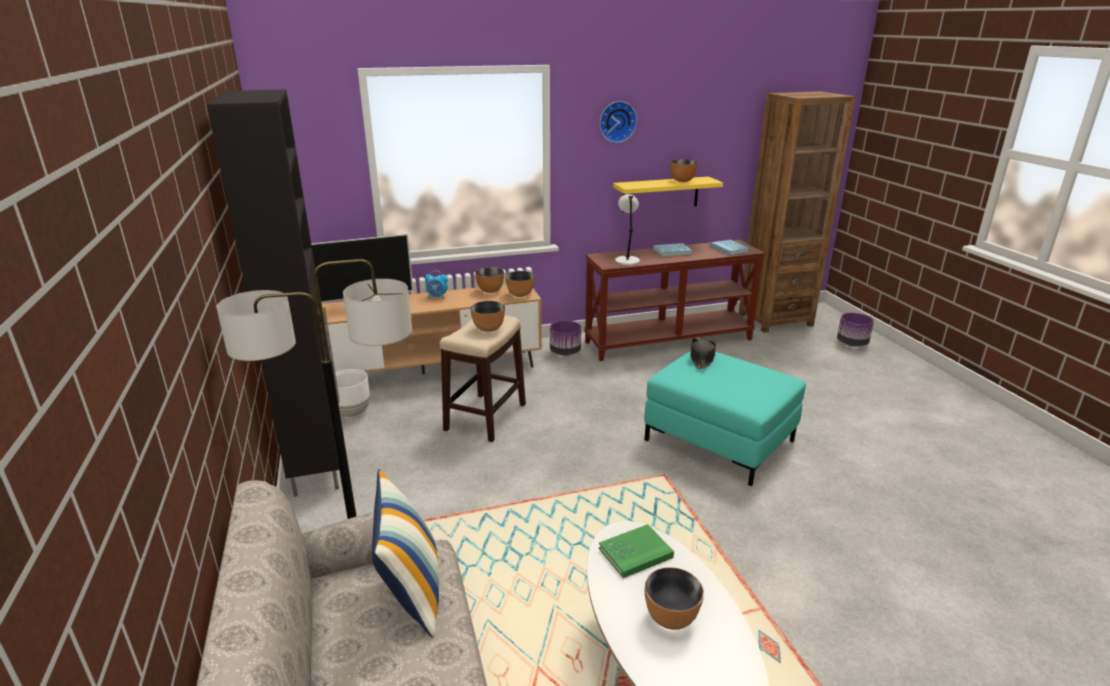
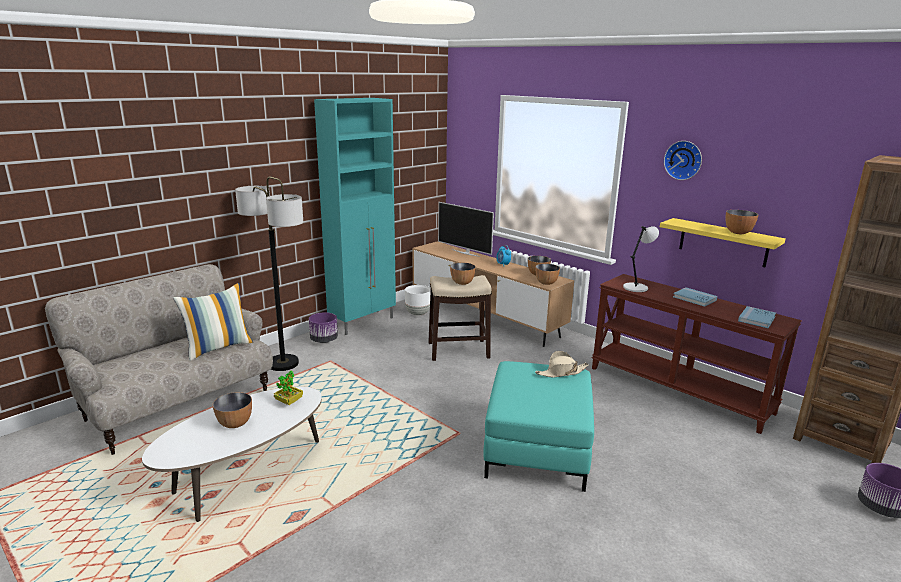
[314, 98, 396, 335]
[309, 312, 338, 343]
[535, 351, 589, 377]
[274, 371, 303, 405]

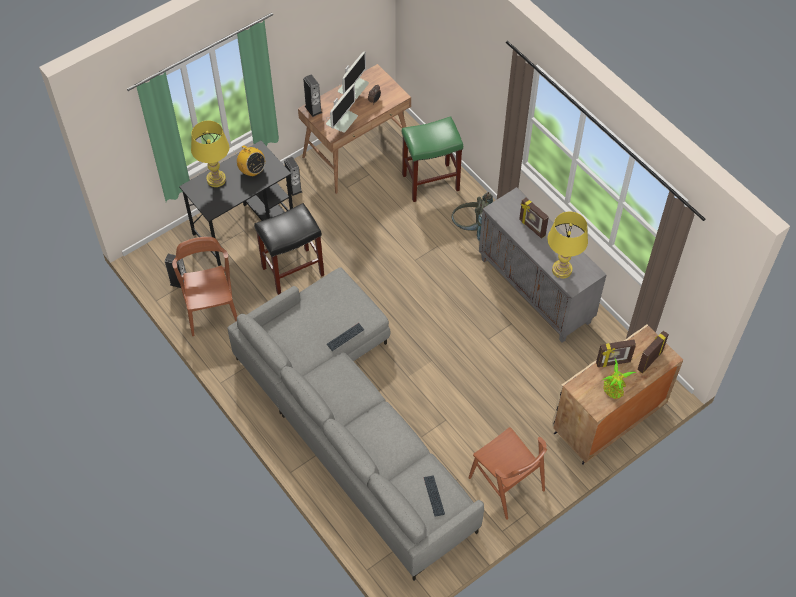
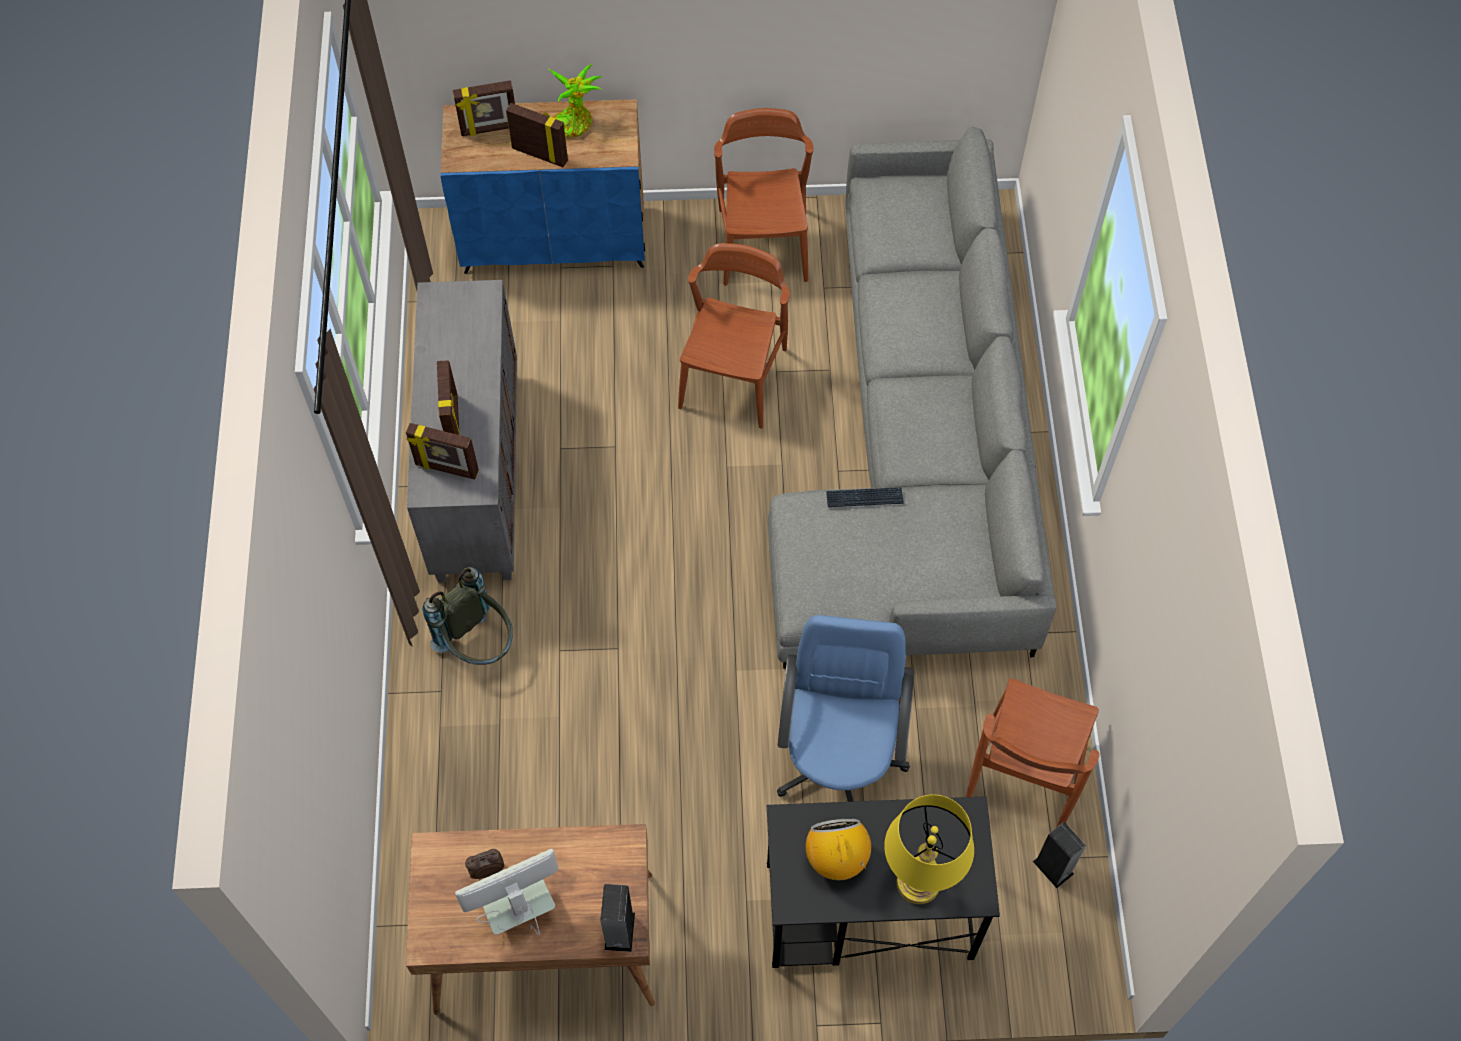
[326, 84, 358, 133] (first image)
[402, 116, 463, 202] (first image)
[284, 157, 302, 196] (first image)
[777, 615, 914, 802]
[547, 212, 588, 278] (first image)
[440, 99, 645, 274]
[423, 475, 445, 517] (first image)
[678, 243, 790, 429]
[406, 423, 479, 479]

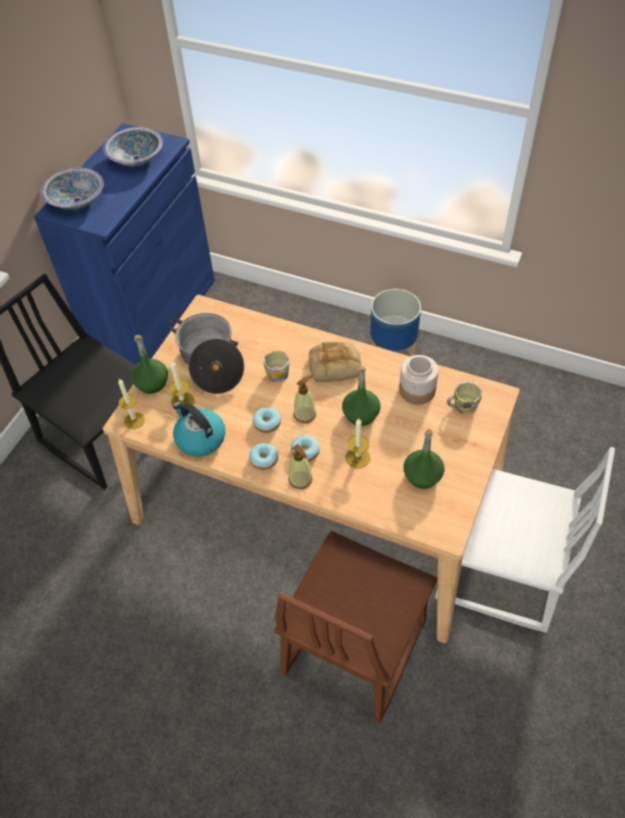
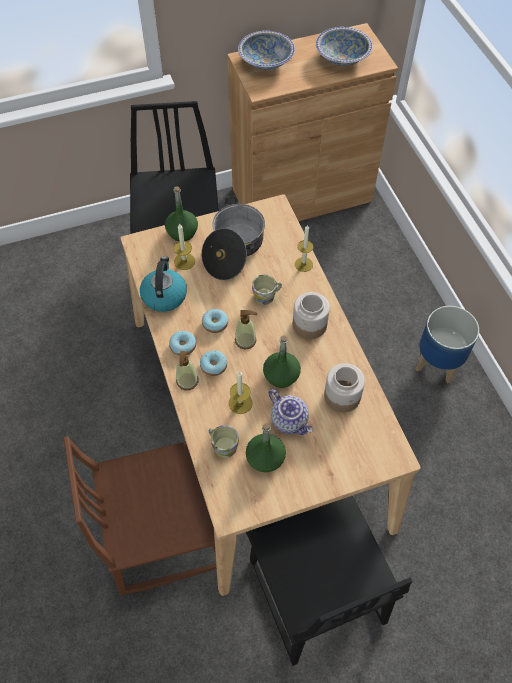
[227, 23, 398, 221]
[293, 292, 330, 339]
[295, 224, 313, 272]
[209, 425, 239, 458]
[246, 496, 412, 666]
[269, 389, 313, 435]

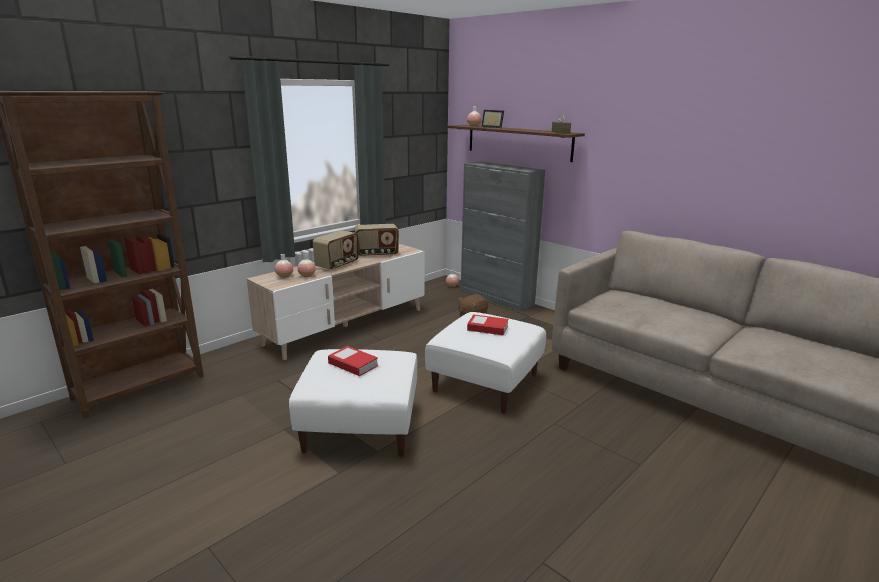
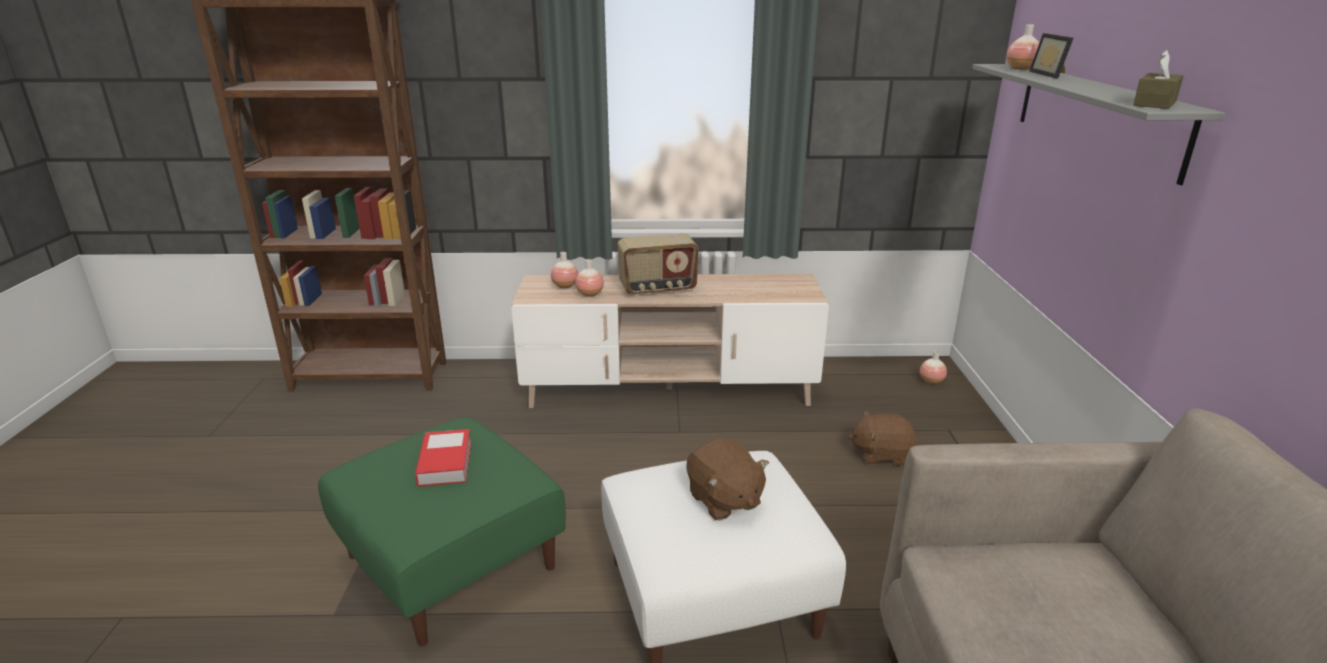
[972, 64, 1226, 185]
[461, 162, 545, 311] (first image)
[354, 224, 399, 257] (first image)
[687, 439, 769, 520]
[318, 417, 566, 646]

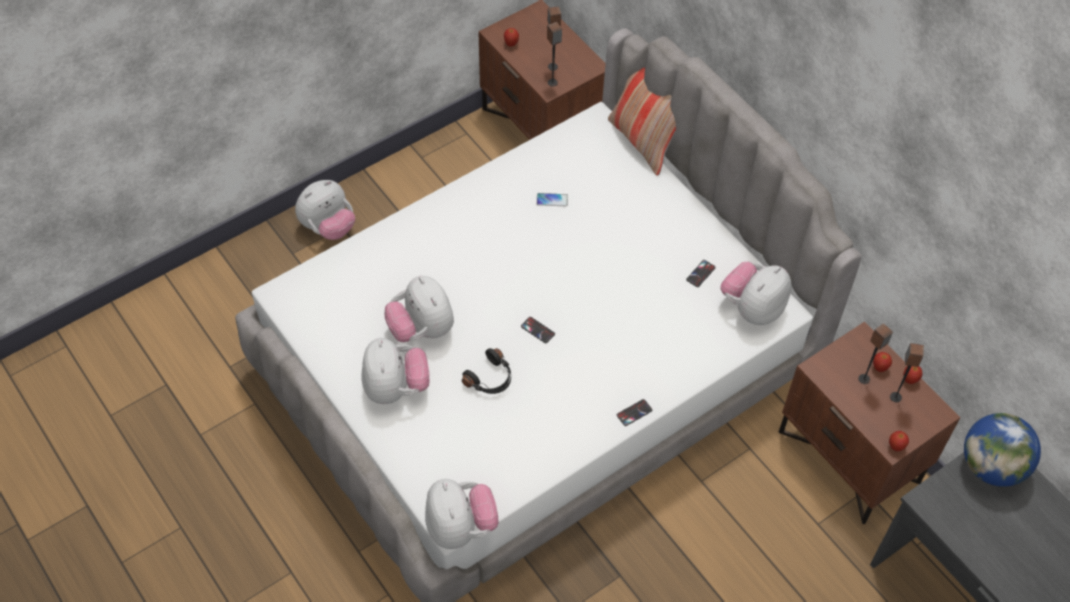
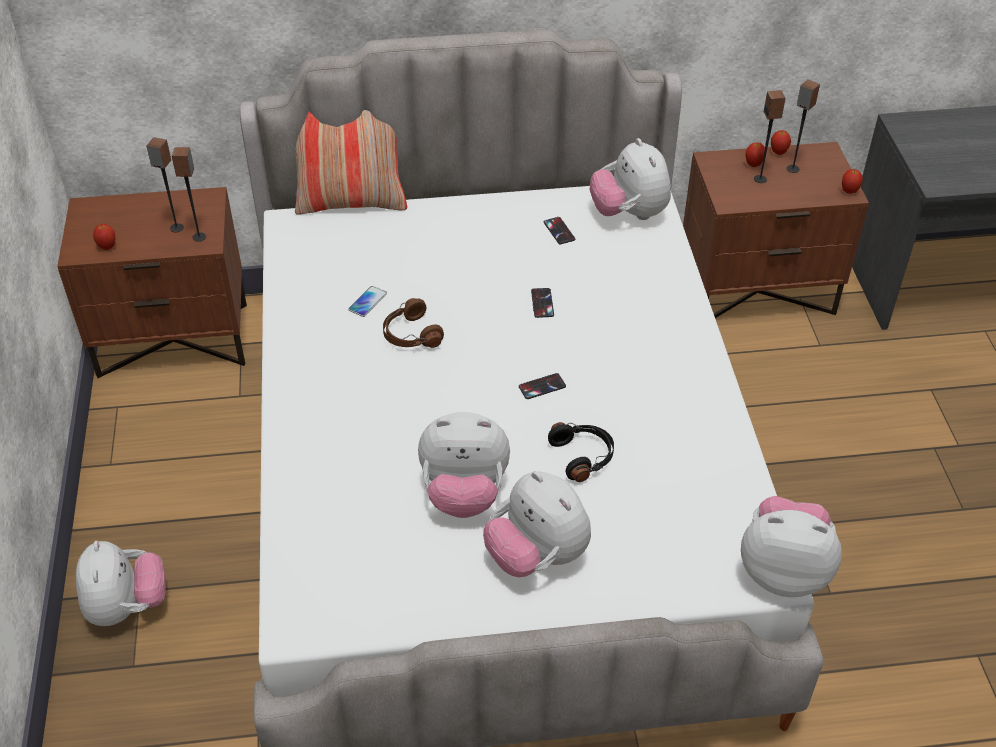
[483, 471, 591, 577]
[531, 288, 554, 318]
[964, 413, 1041, 487] (first image)
[383, 298, 444, 348]

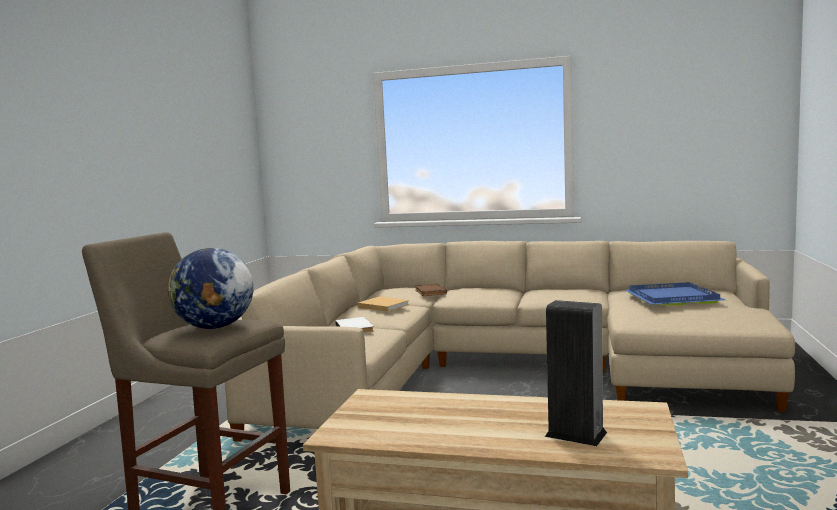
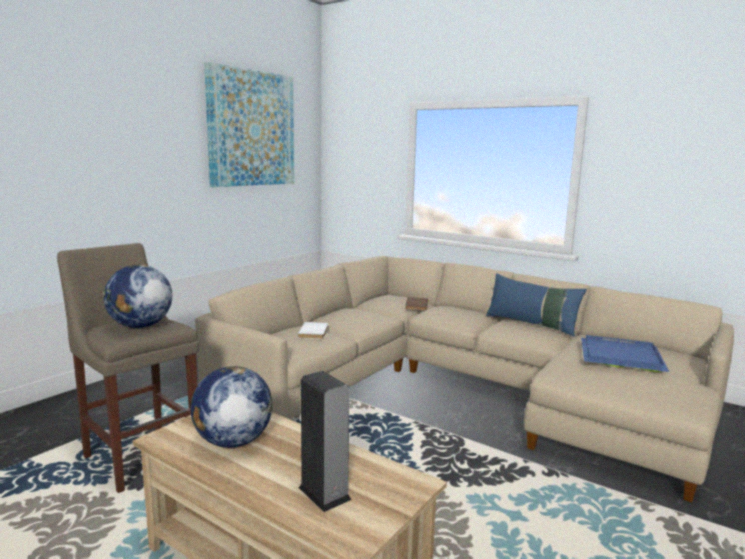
[358, 296, 409, 312] (first image)
[204, 62, 294, 187]
[486, 273, 587, 336]
[190, 366, 273, 448]

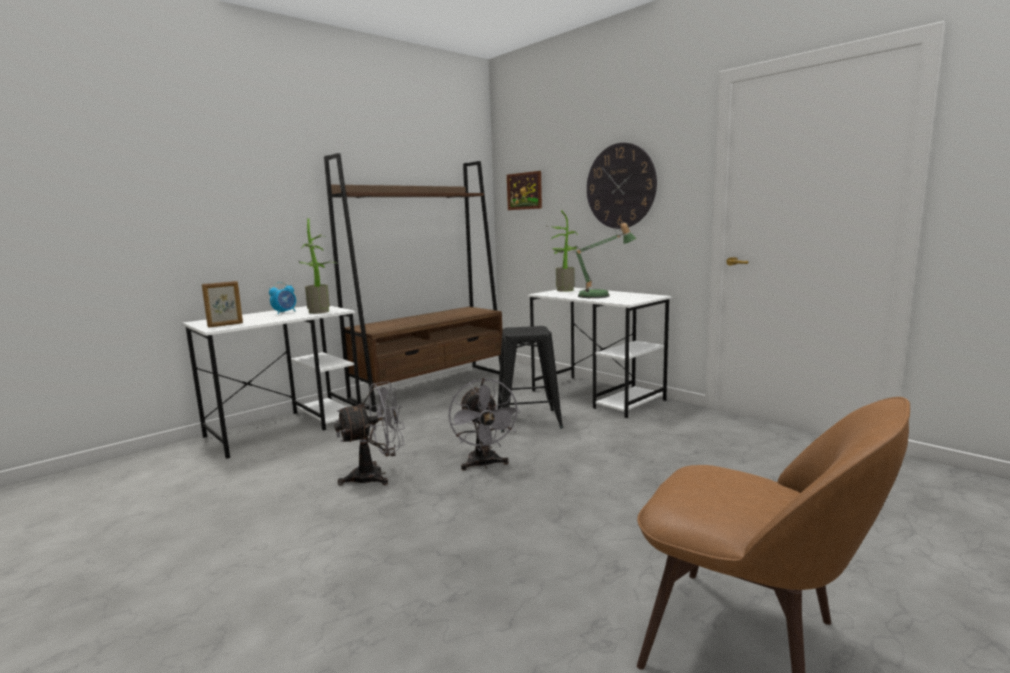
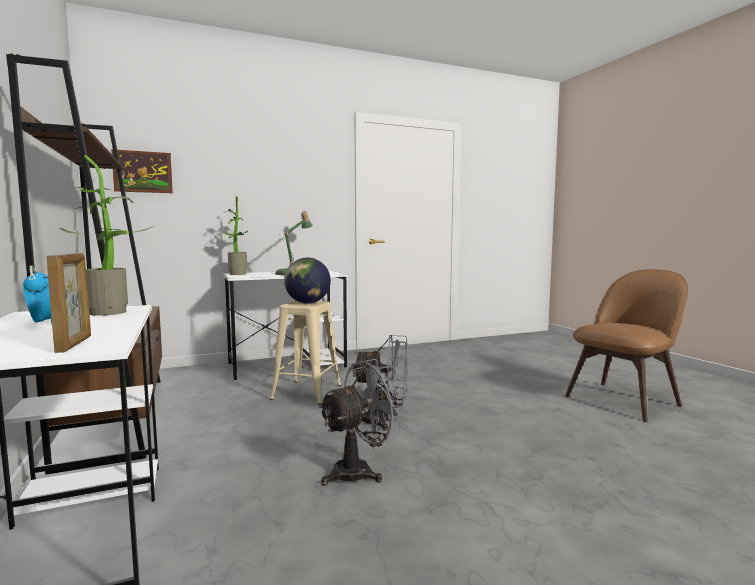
[587, 143, 657, 229] (first image)
[270, 301, 342, 405]
[319, 359, 407, 486]
[284, 258, 331, 304]

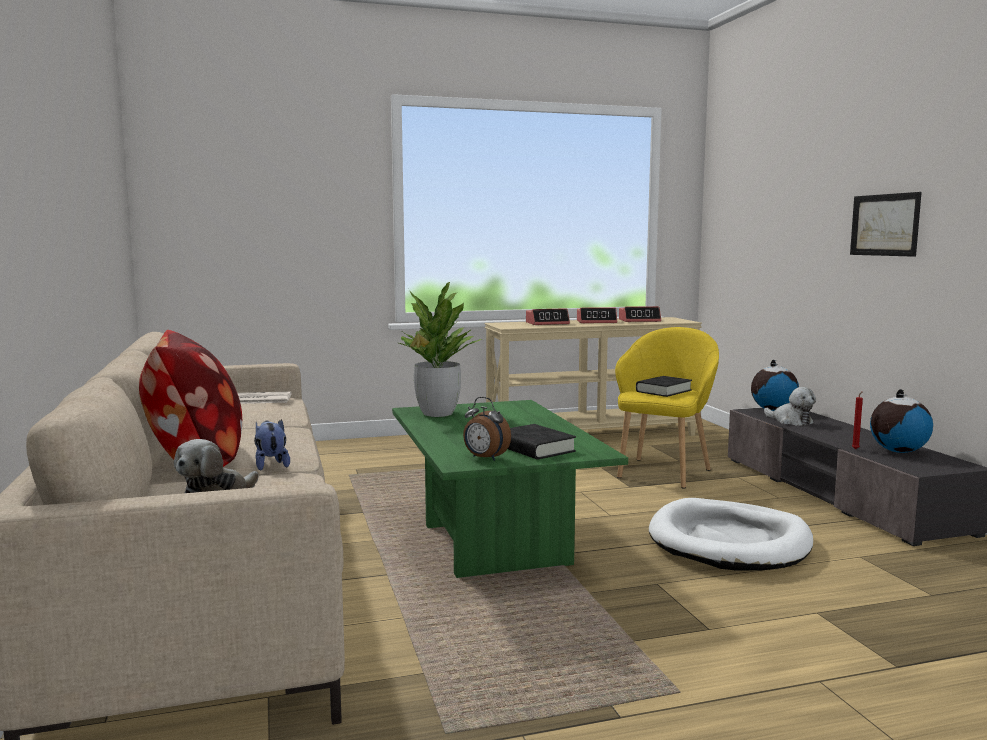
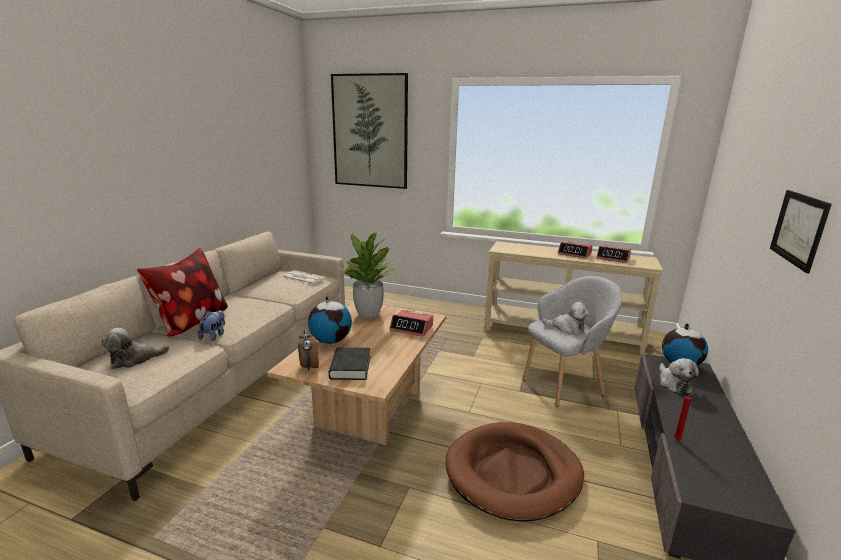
[390, 310, 433, 337]
[523, 276, 622, 407]
[542, 302, 590, 334]
[308, 296, 352, 344]
[267, 304, 446, 445]
[445, 422, 584, 522]
[331, 73, 408, 189]

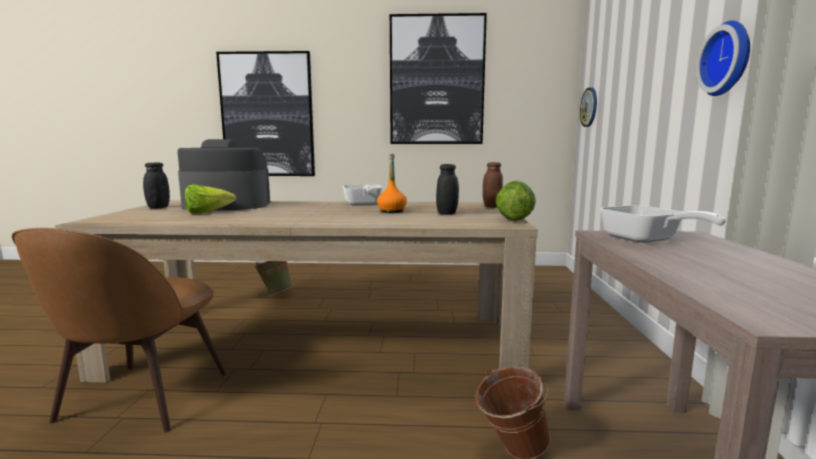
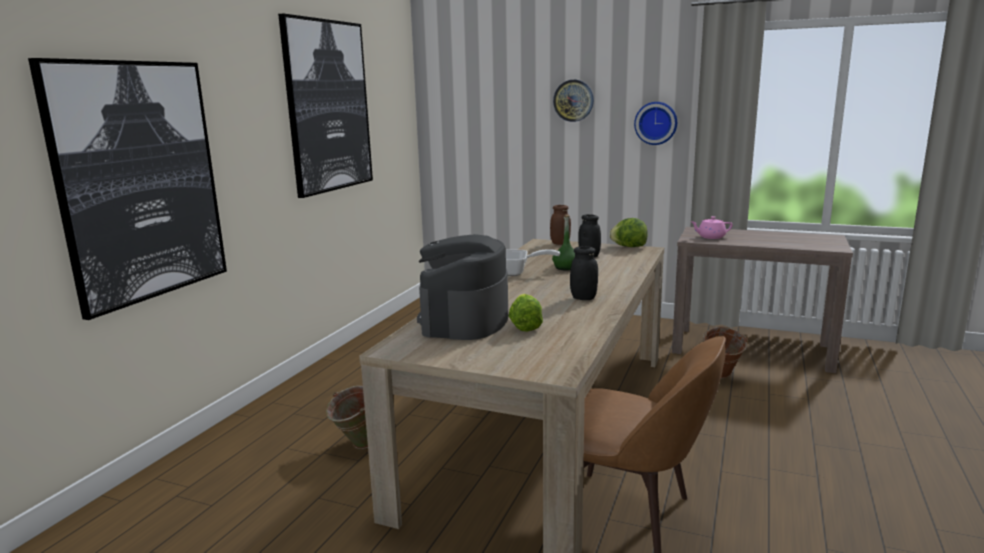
[553, 80, 594, 122]
[552, 215, 575, 271]
[570, 246, 598, 300]
[691, 216, 733, 239]

